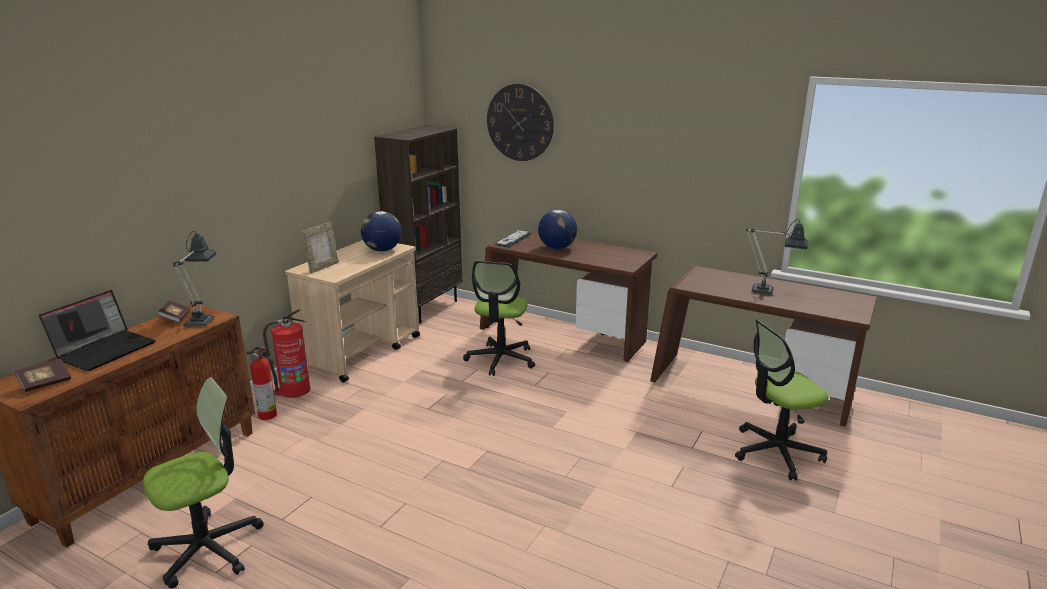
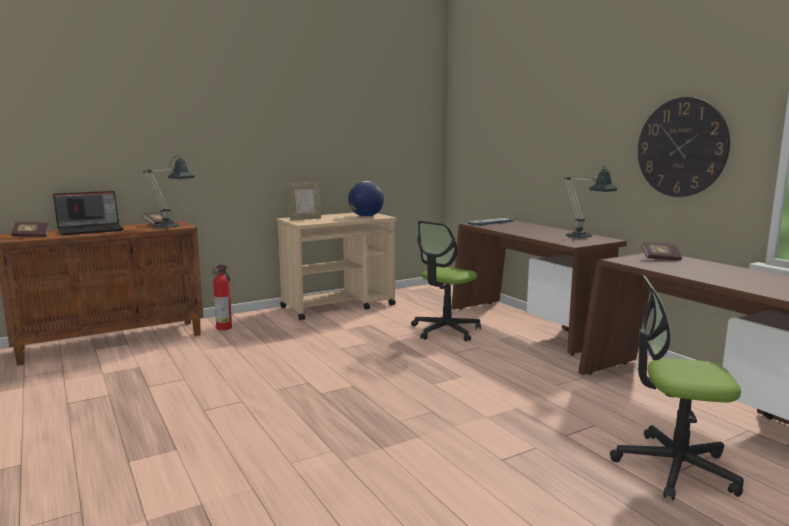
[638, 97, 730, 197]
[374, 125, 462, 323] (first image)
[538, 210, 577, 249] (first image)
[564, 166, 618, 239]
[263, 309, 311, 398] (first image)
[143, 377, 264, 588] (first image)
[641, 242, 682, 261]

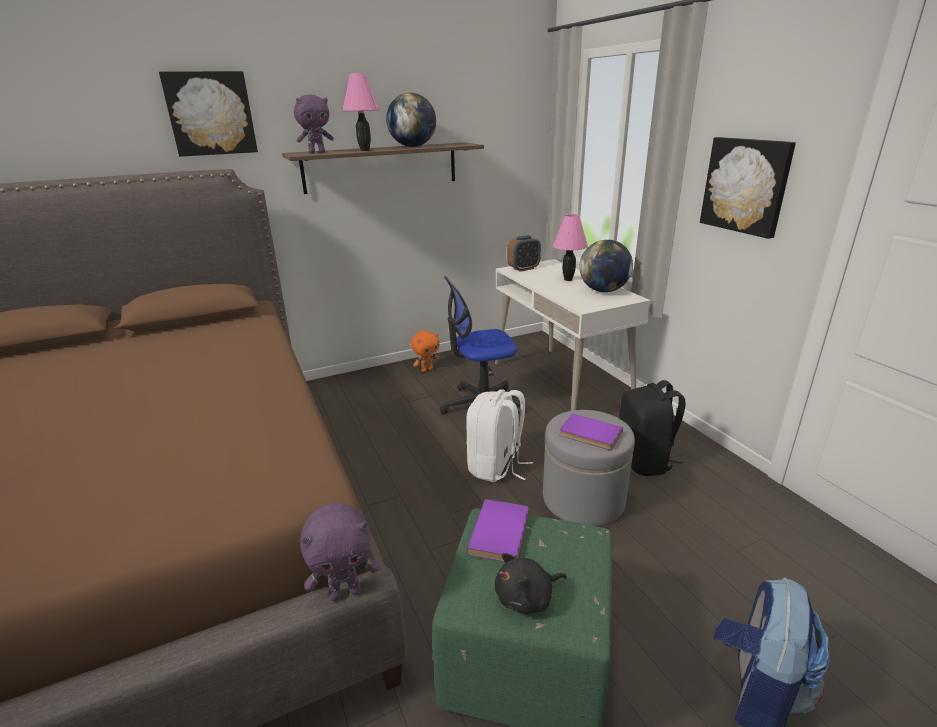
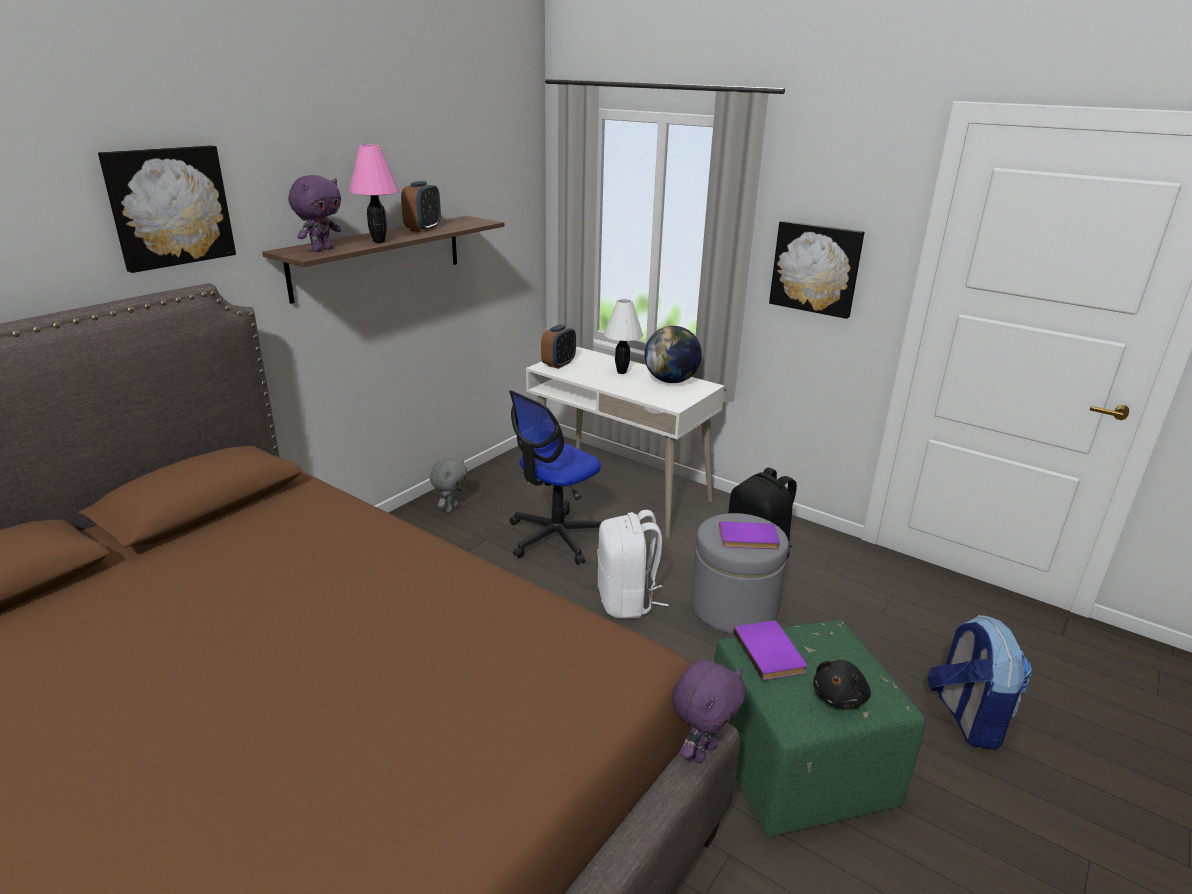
[401, 181, 441, 232]
[604, 299, 643, 374]
[430, 458, 467, 512]

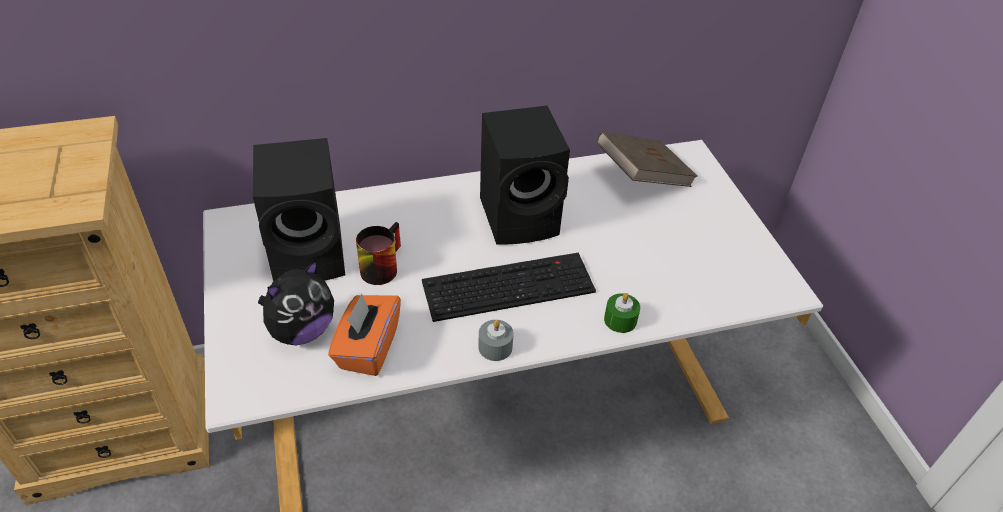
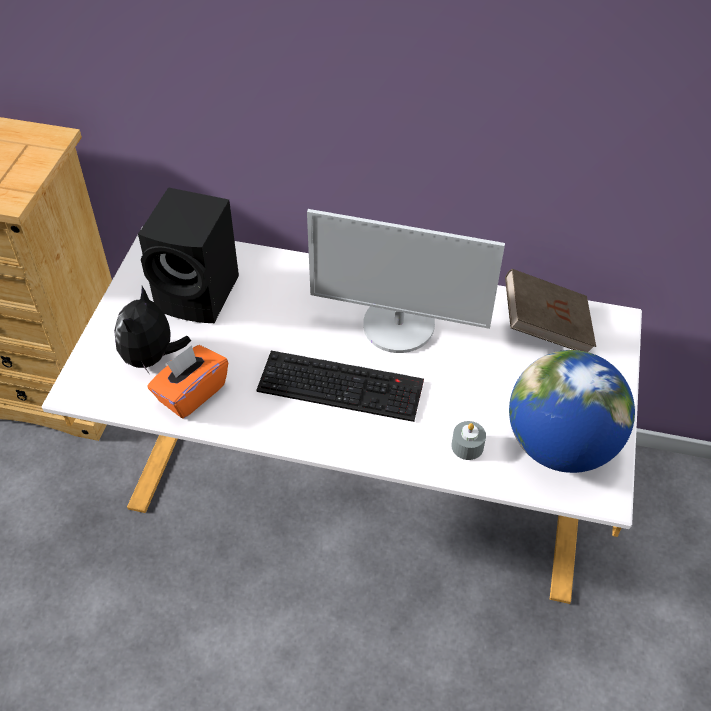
[307, 209, 505, 353]
[356, 222, 401, 285] (first image)
[114, 286, 191, 373]
[604, 293, 640, 333] (first image)
[452, 421, 486, 460]
[509, 350, 635, 473]

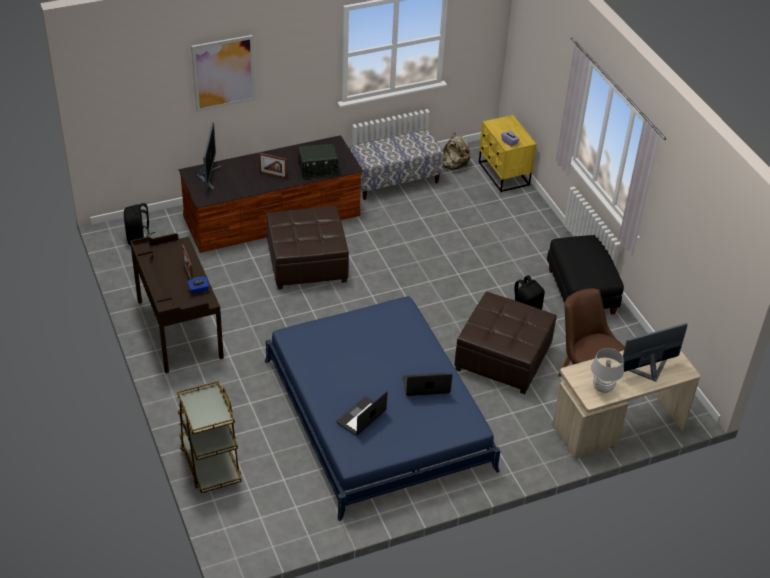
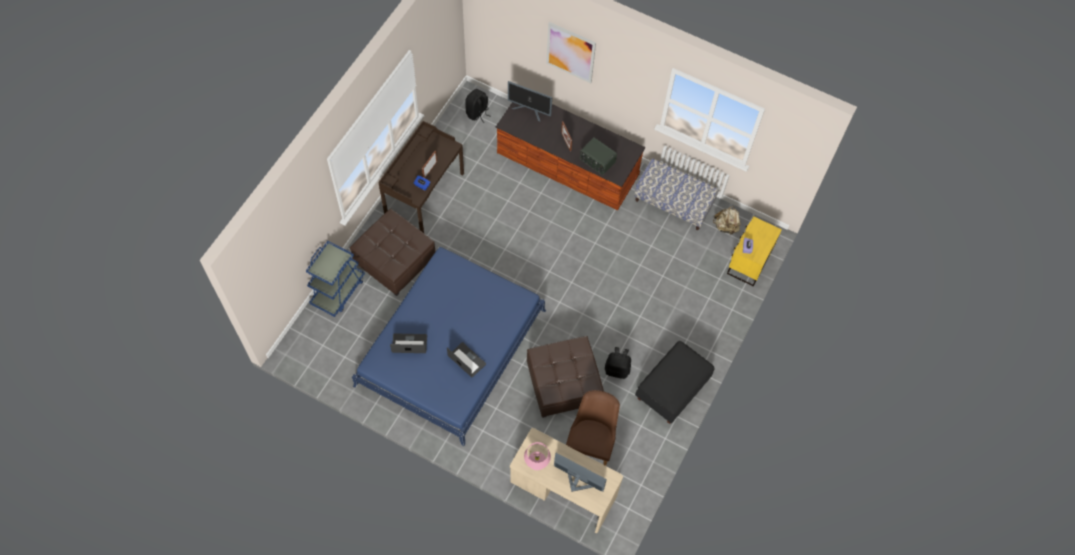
[508, 81, 552, 121]
[350, 208, 436, 296]
[524, 442, 551, 470]
[306, 241, 365, 317]

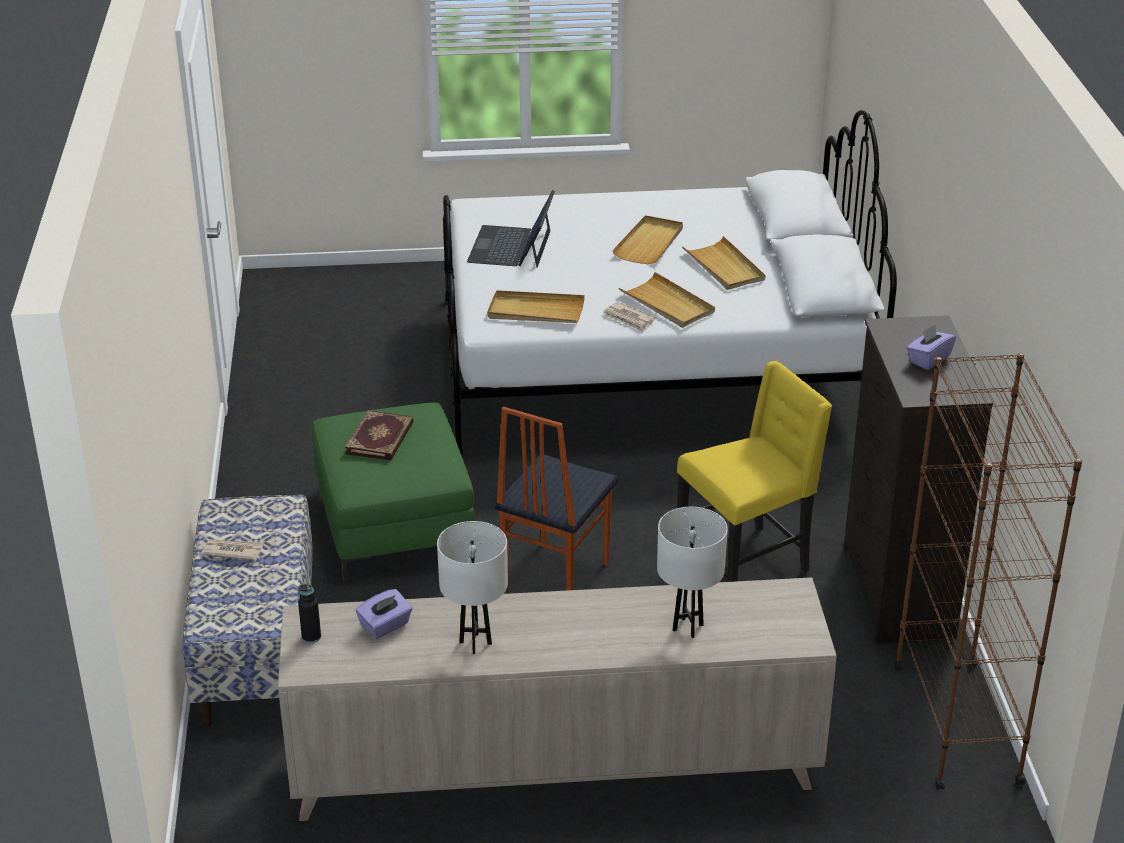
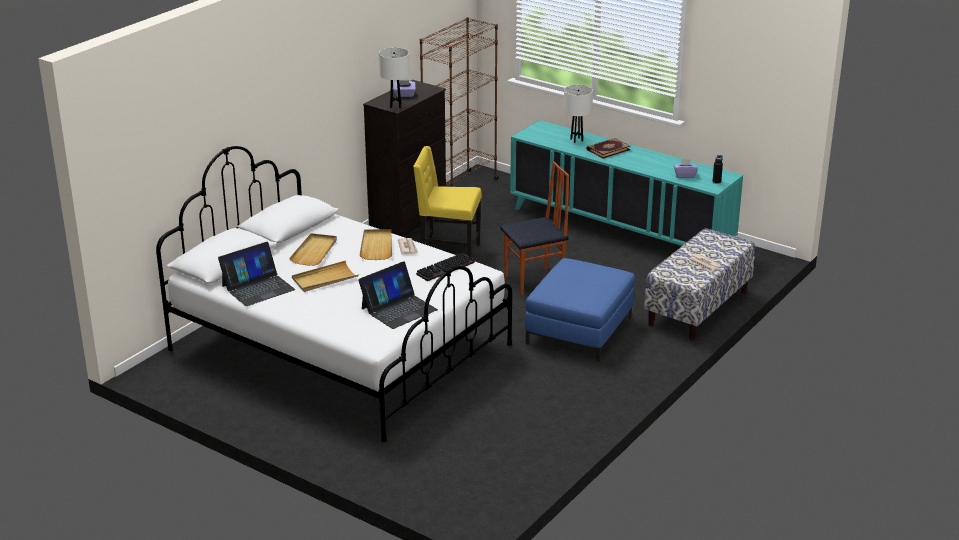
[416, 253, 475, 281]
[525, 258, 635, 362]
[586, 138, 630, 159]
[379, 48, 410, 108]
[510, 120, 743, 246]
[218, 242, 295, 306]

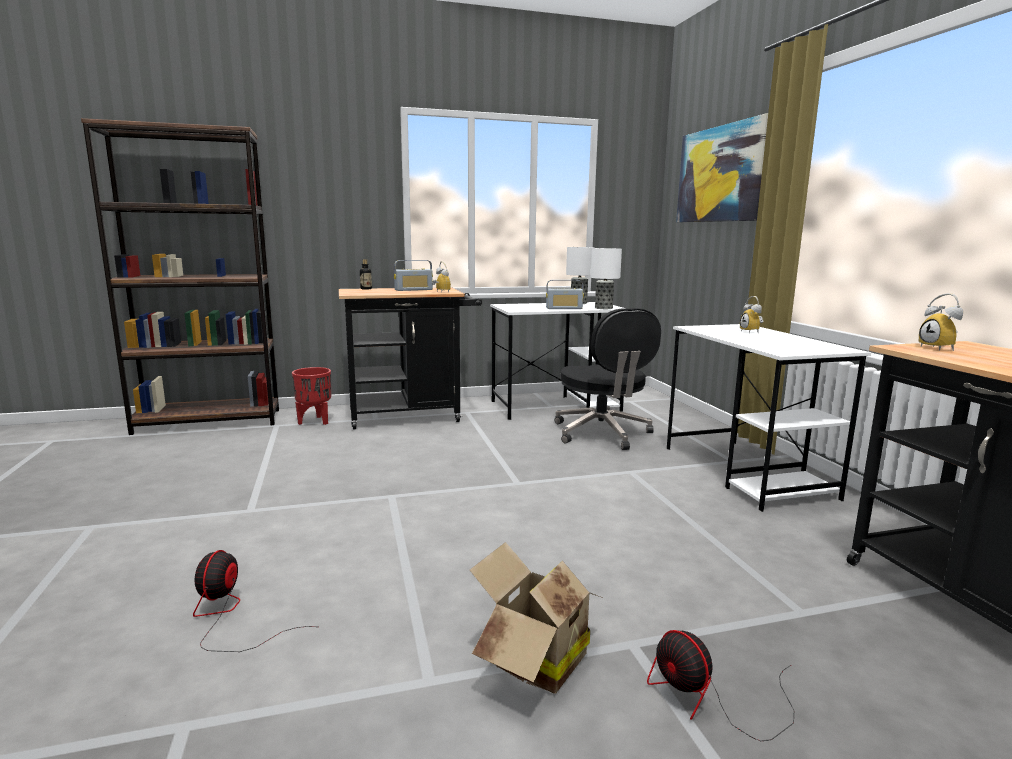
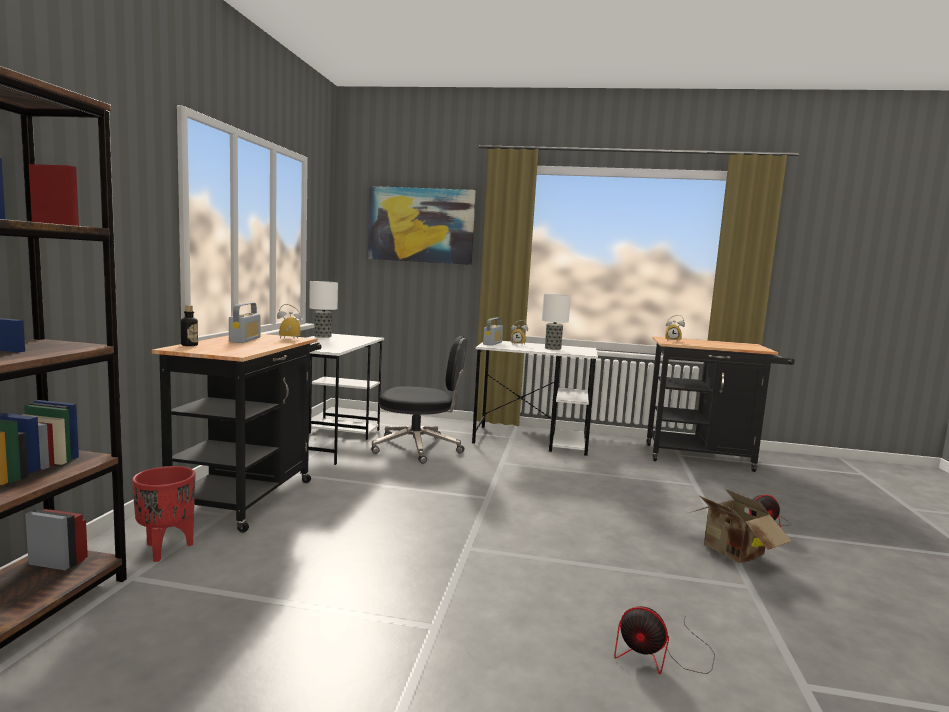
[542, 294, 571, 350]
[483, 318, 503, 346]

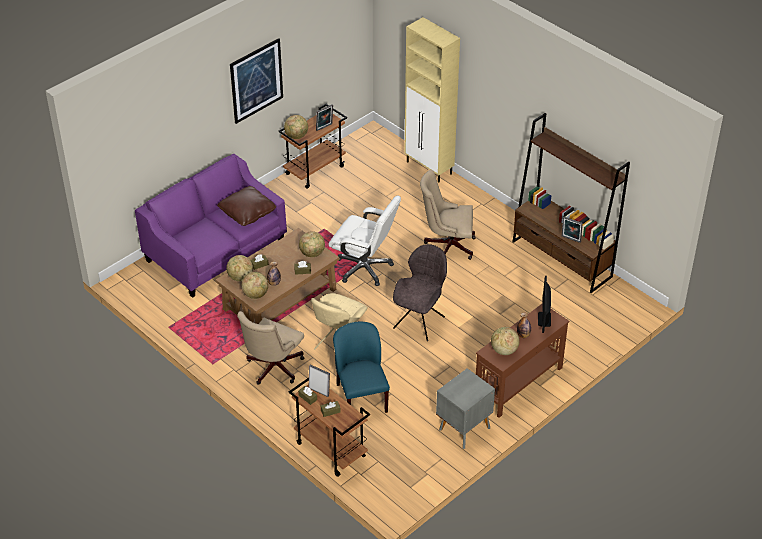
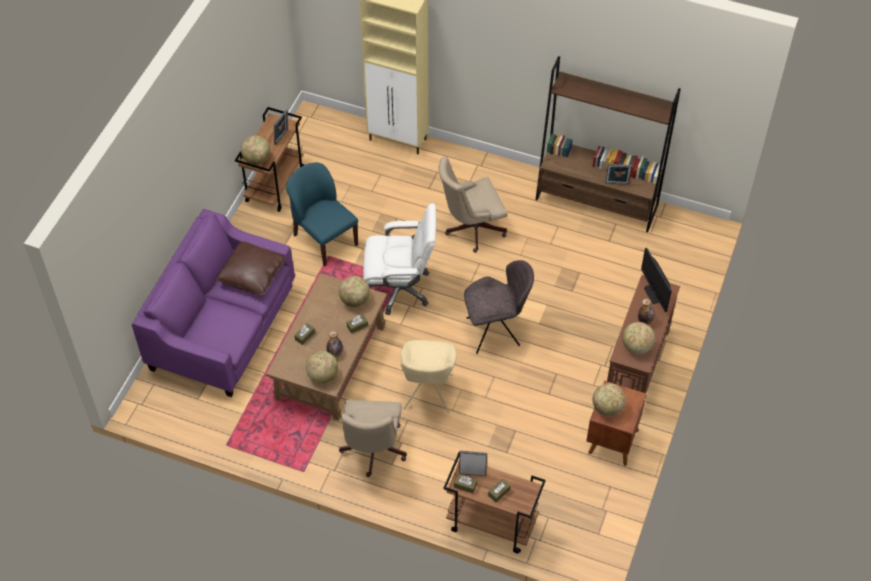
[230, 38, 283, 124] (first image)
[464, 260, 534, 354]
[592, 383, 626, 416]
[286, 162, 358, 267]
[586, 381, 646, 466]

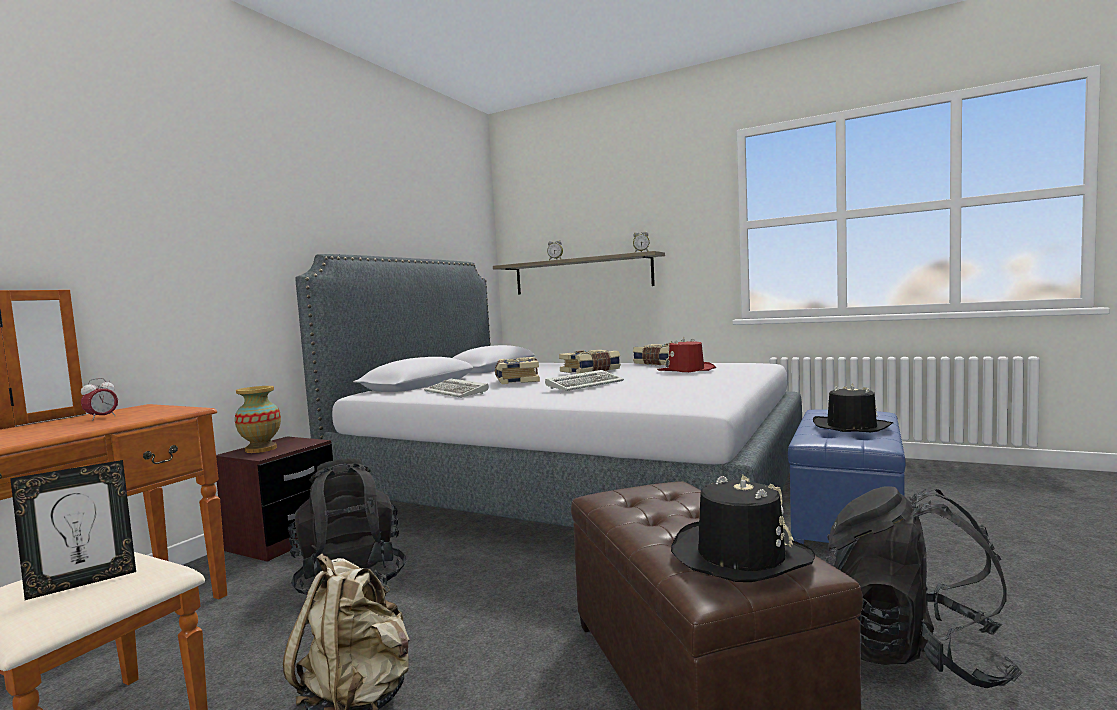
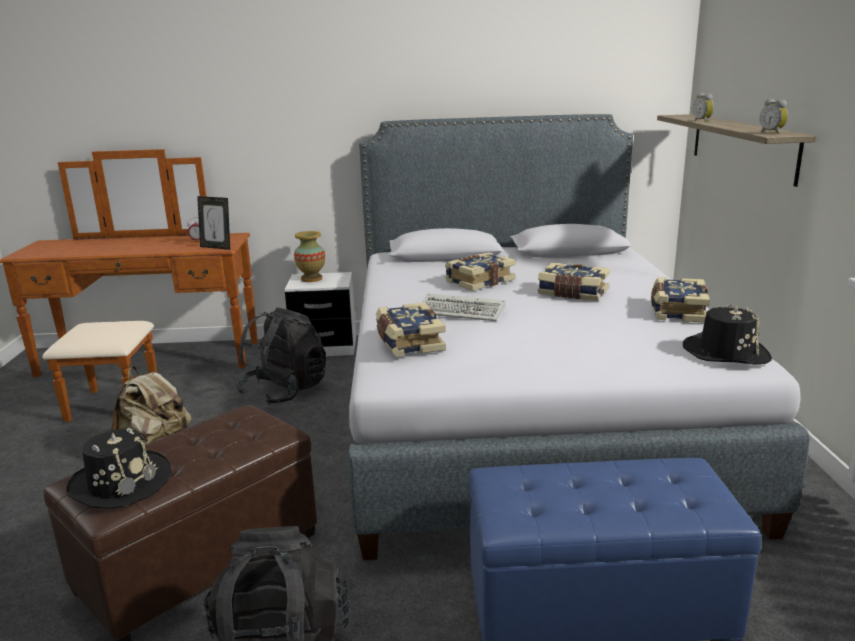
[657, 336, 716, 372] (first image)
[424, 378, 489, 398] (first image)
[683, 304, 772, 364]
[284, 272, 356, 356]
[197, 196, 230, 250]
[376, 302, 446, 357]

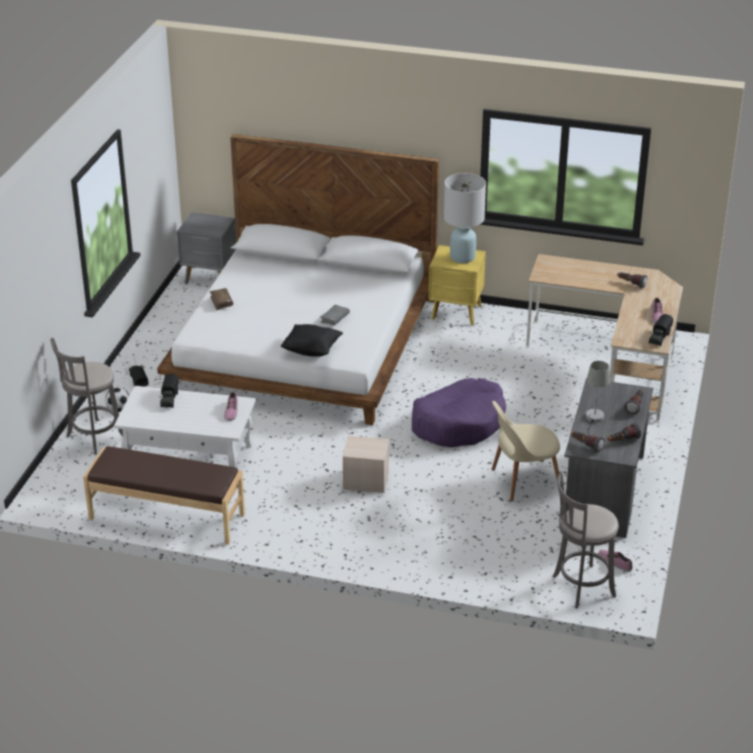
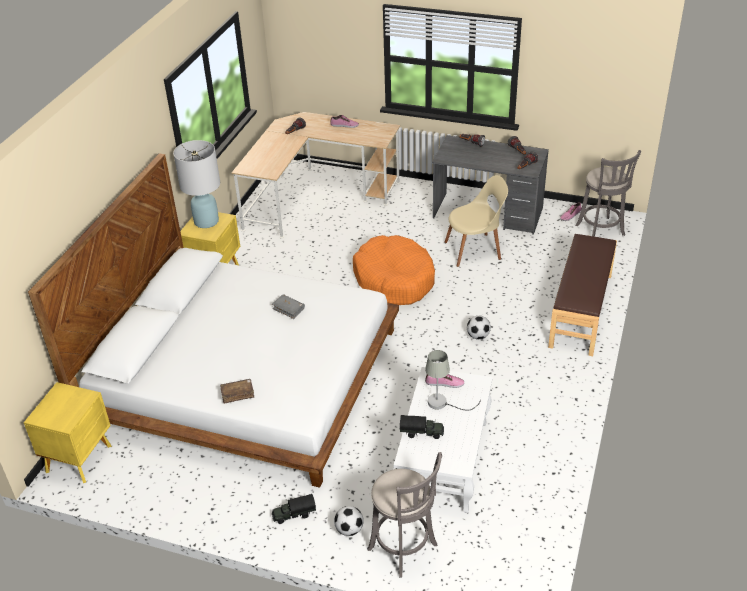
[24, 382, 112, 483]
[649, 314, 673, 346] (first image)
[280, 324, 343, 357] (first image)
[425, 350, 481, 410]
[353, 235, 435, 305]
[444, 175, 508, 267]
[467, 316, 491, 339]
[548, 234, 617, 356]

